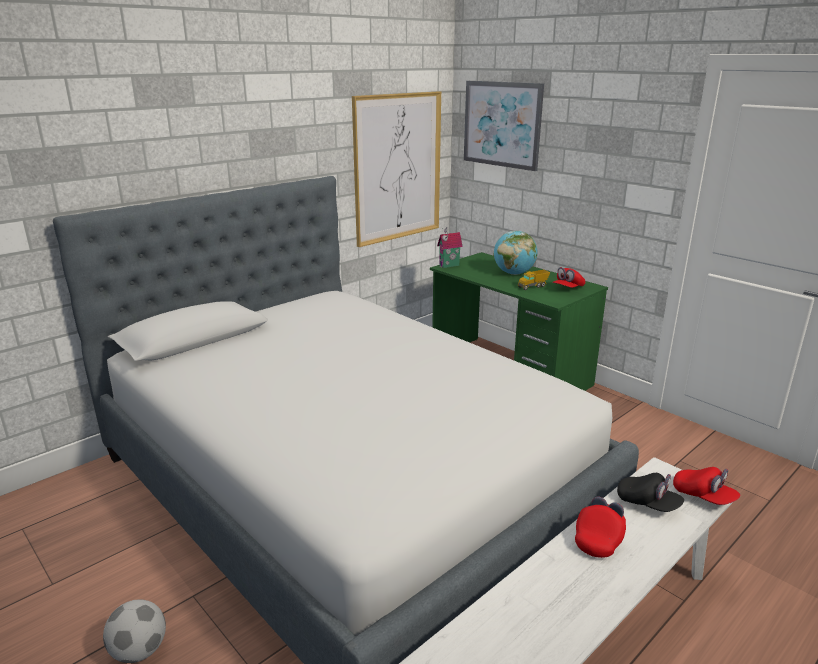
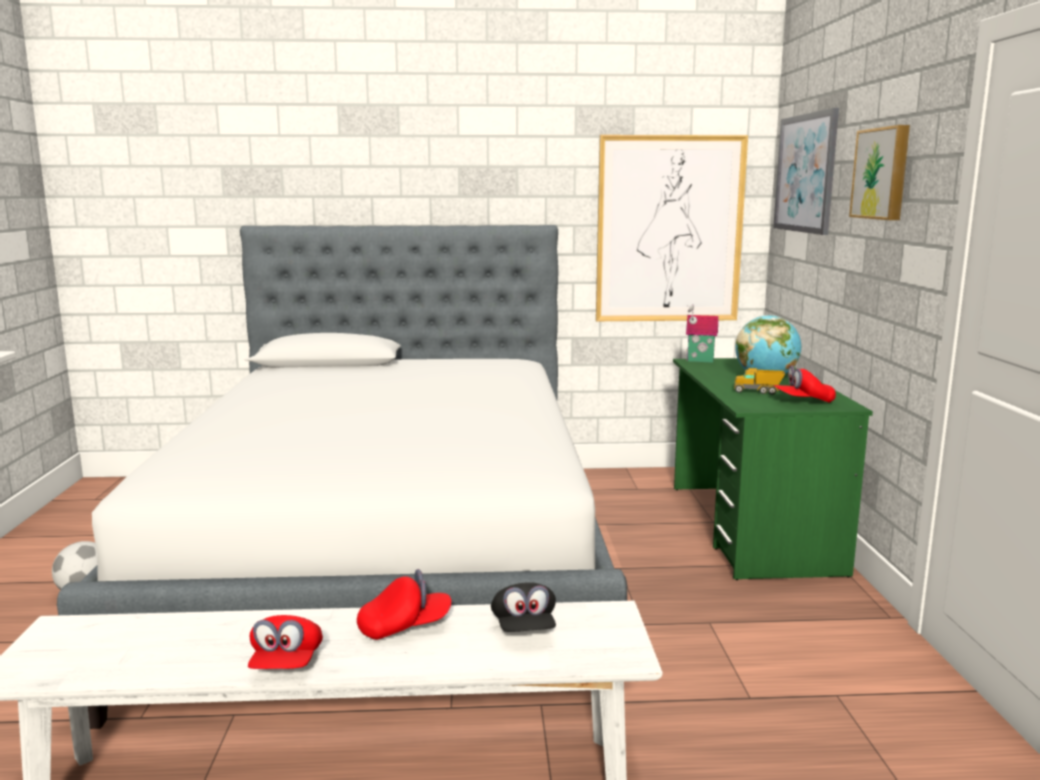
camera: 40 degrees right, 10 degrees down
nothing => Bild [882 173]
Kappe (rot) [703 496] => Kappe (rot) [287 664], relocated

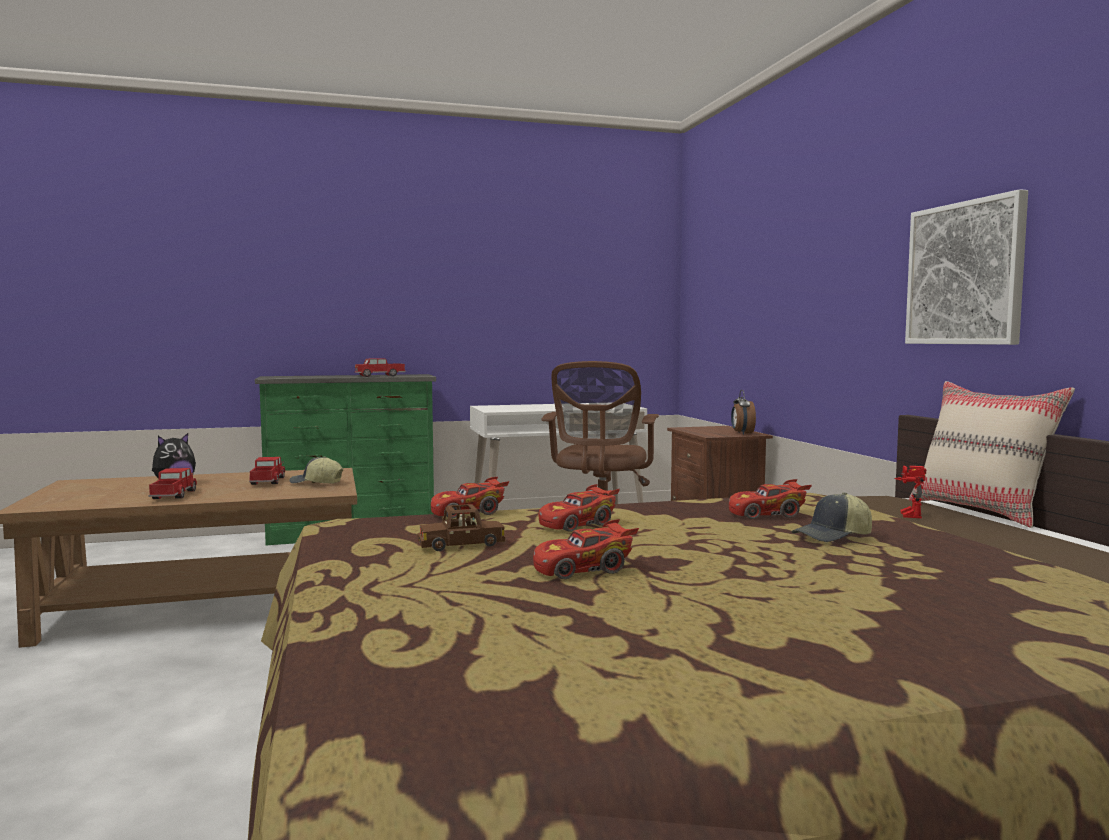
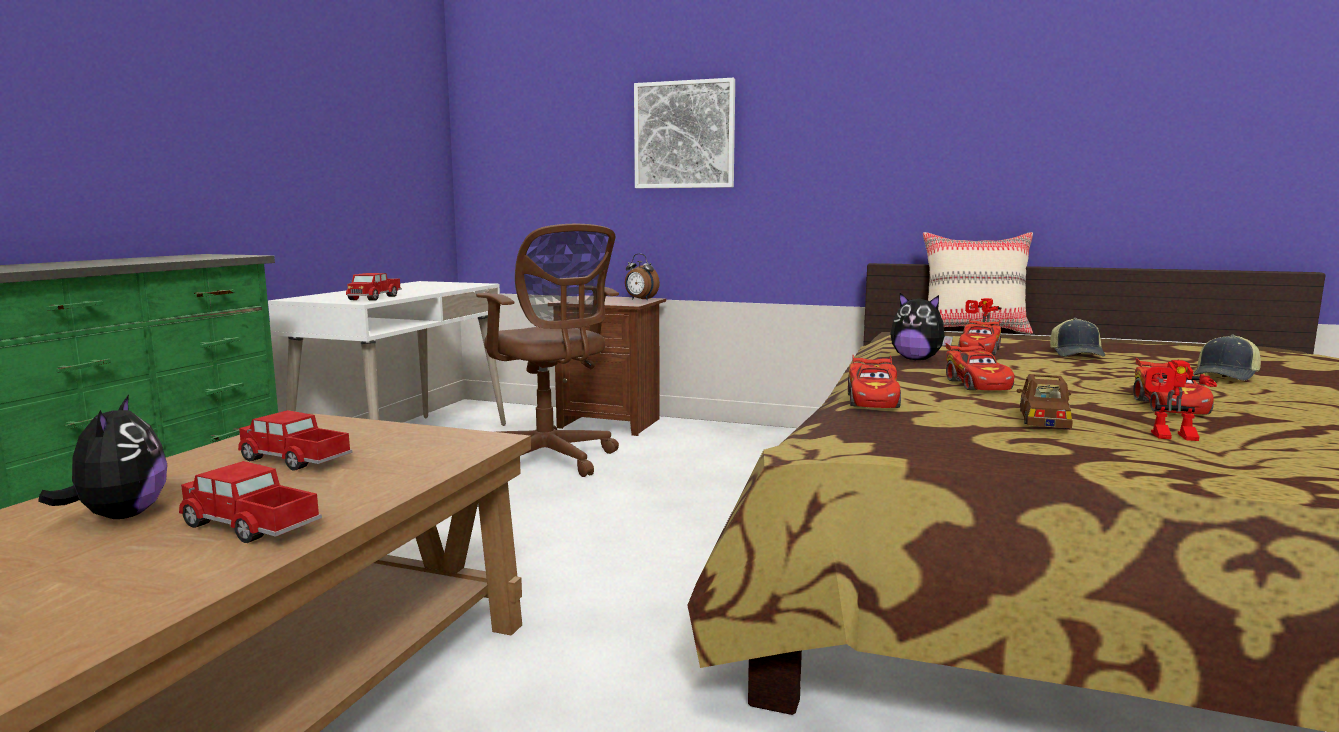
camera: 55 degrees left, 5 degrees up
nothing => Plüschtier [917 359]
nothing => Spielzeugroboter [1172 437]
Kappe [316 483] => Kappe [1226 376], relocated
Spielzeuglaster [380 376] => Spielzeuglaster [375 298], relocated
Bild [965 273] => Bild [684 135], relocated

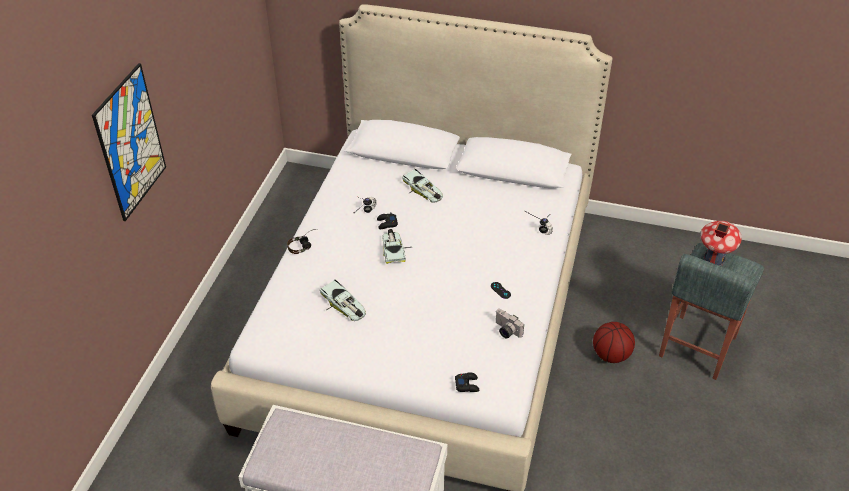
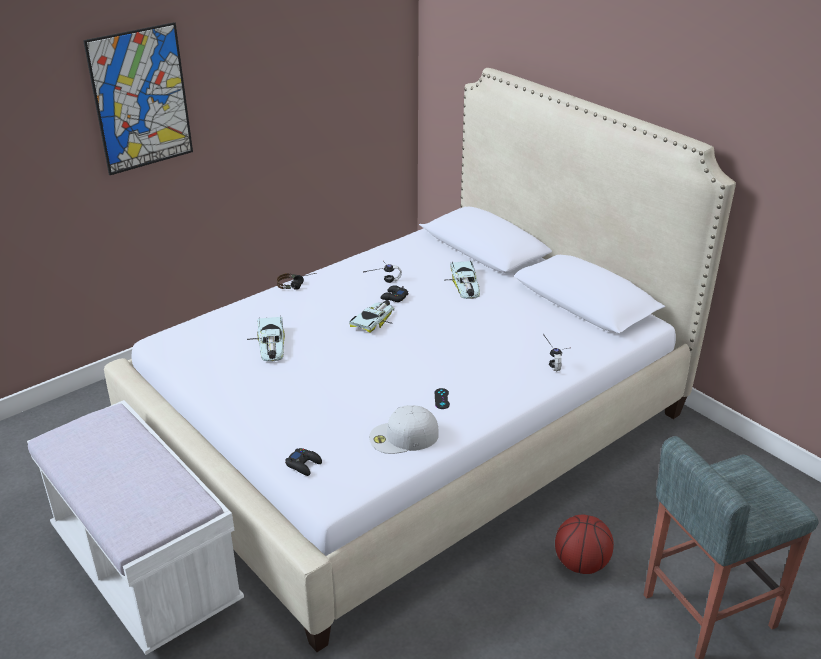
camera: 35 degrees right, 10 degrees down
Spielzeughaus [713 260] => nothing
Kamera [506 331] => Kappe (weiß) [403 437]

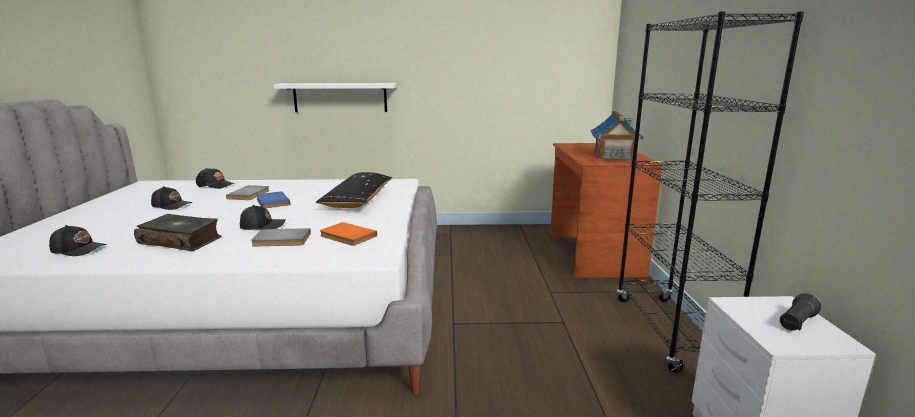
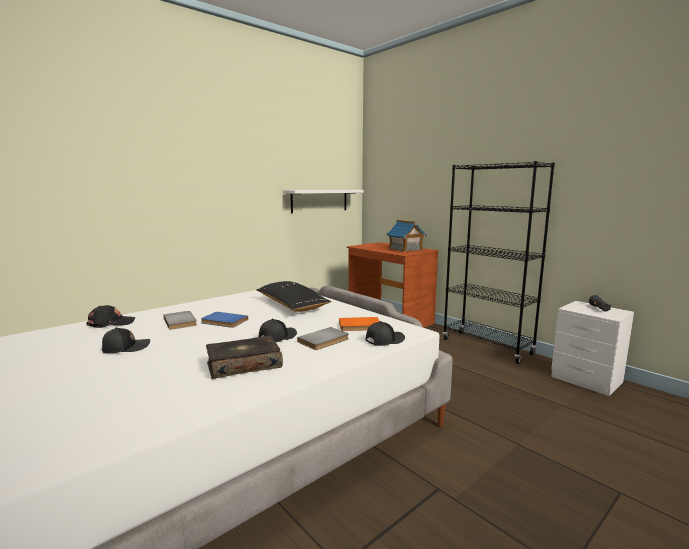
camera: 40 degrees left, 5 degrees down
Kappe (schwarz) [79 249] => Kappe (schwarz) [384 340], relocated
Wandregal (weiß) [340 97] => Wandregal (weiß) [319 200], relocated

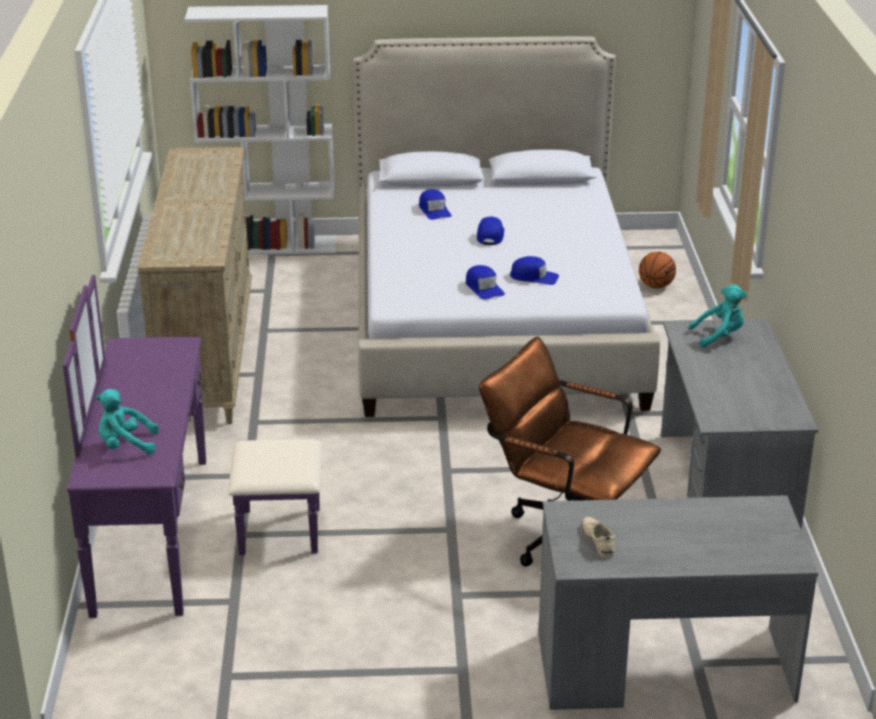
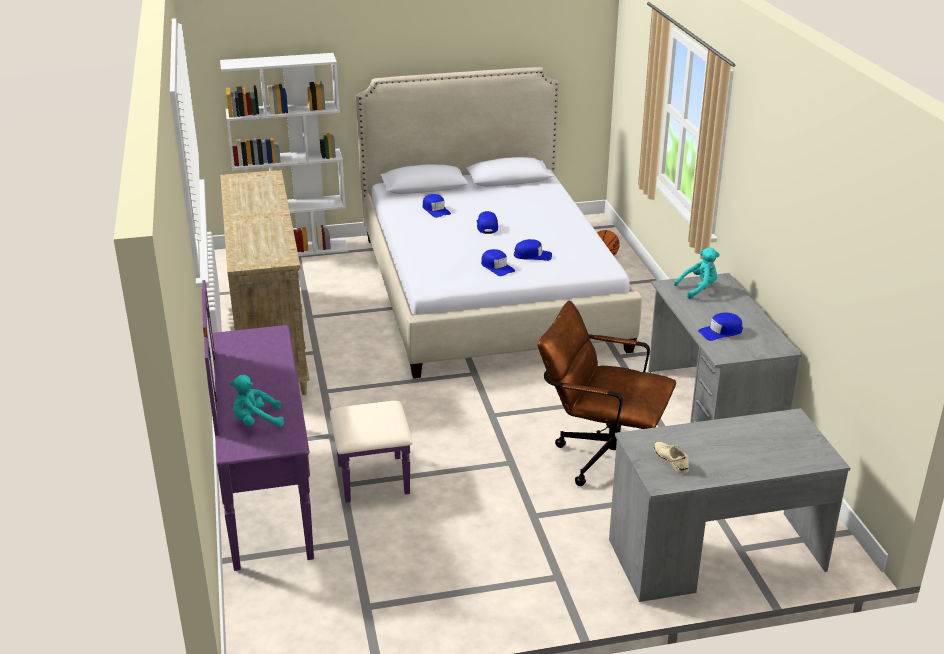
camera: 10 degrees left, 0 degrees up
nothing => Kappe (blau) [720 332]

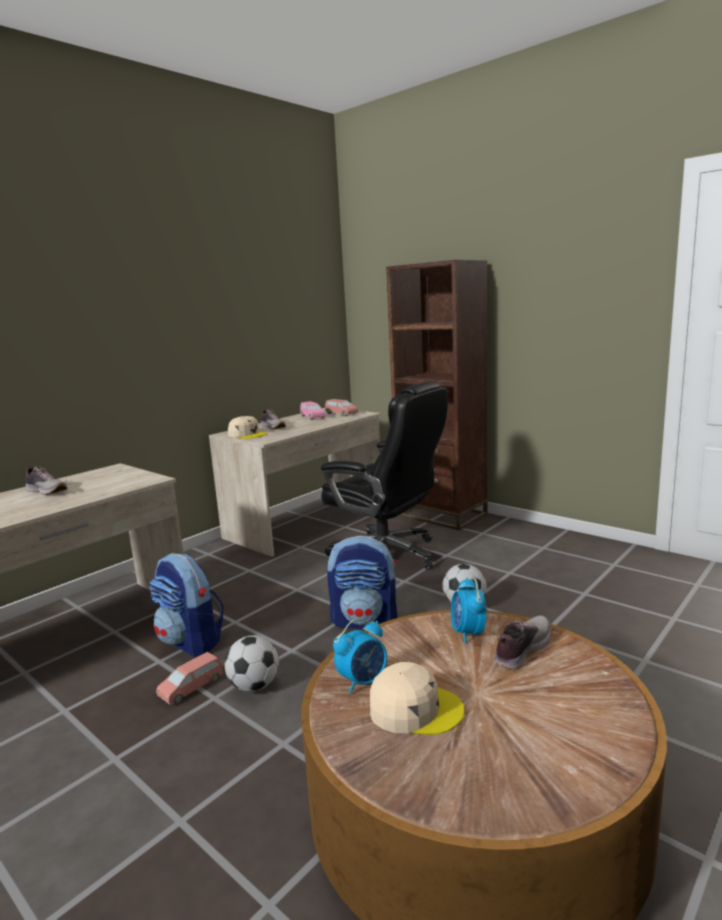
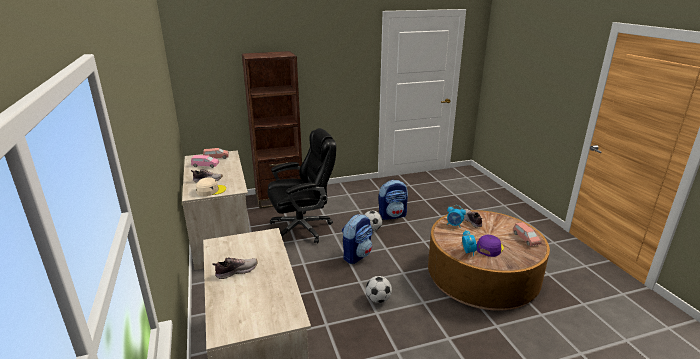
camera: 60 degrees left, 10 degrees up
Rucksack [191 641] => Rucksack [392 215], relocated
Spielzeugauto (rosa) [191 688] => Spielzeugauto (rosa) [526 239], relocated
Kappe (beige) [414 709] => Kappe (lila) [489 248]

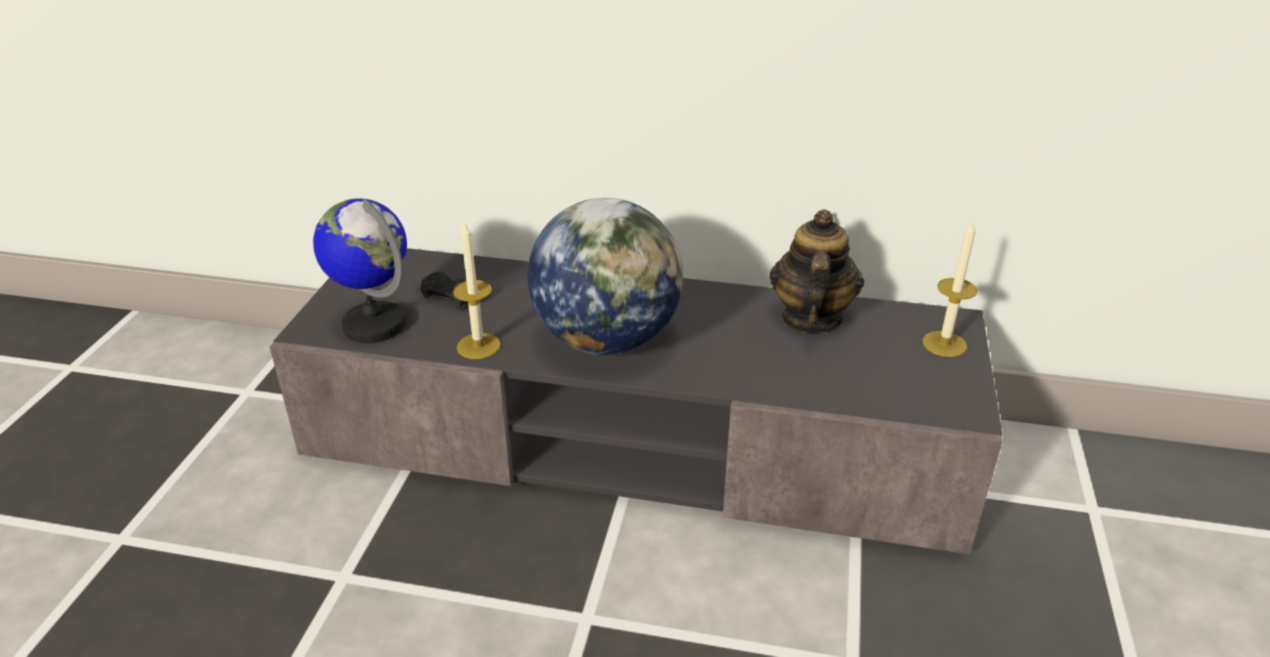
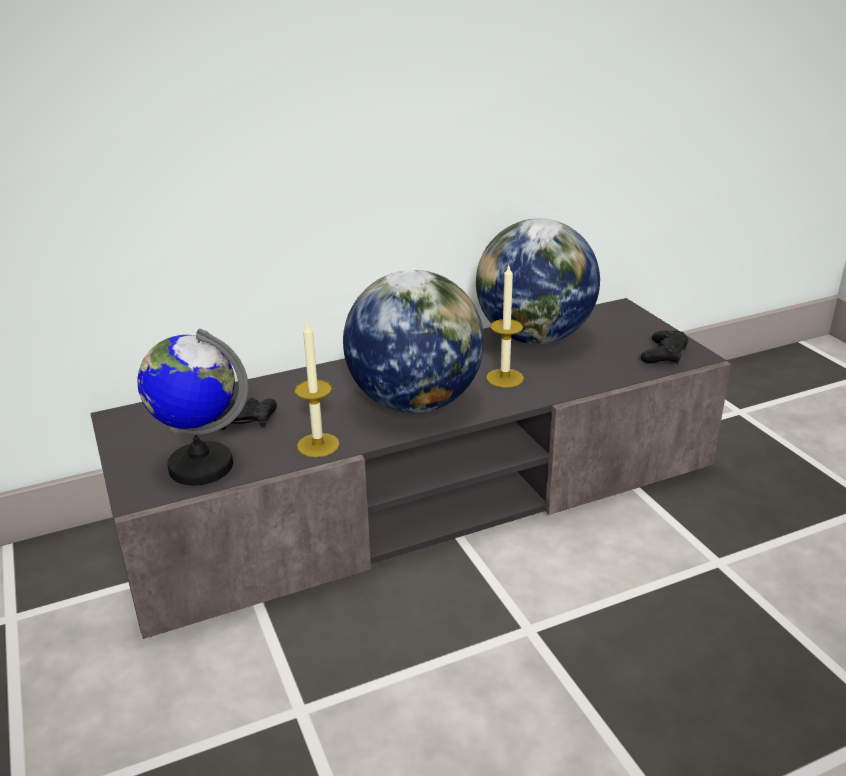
camera: 35 degrees left, 5 degrees down
nothing => Gamepad (schwarz) [664 354]
Kerze [944 344] => Kerze [505 378], relocated
Teekanne [810 318] => Globus [534 338]

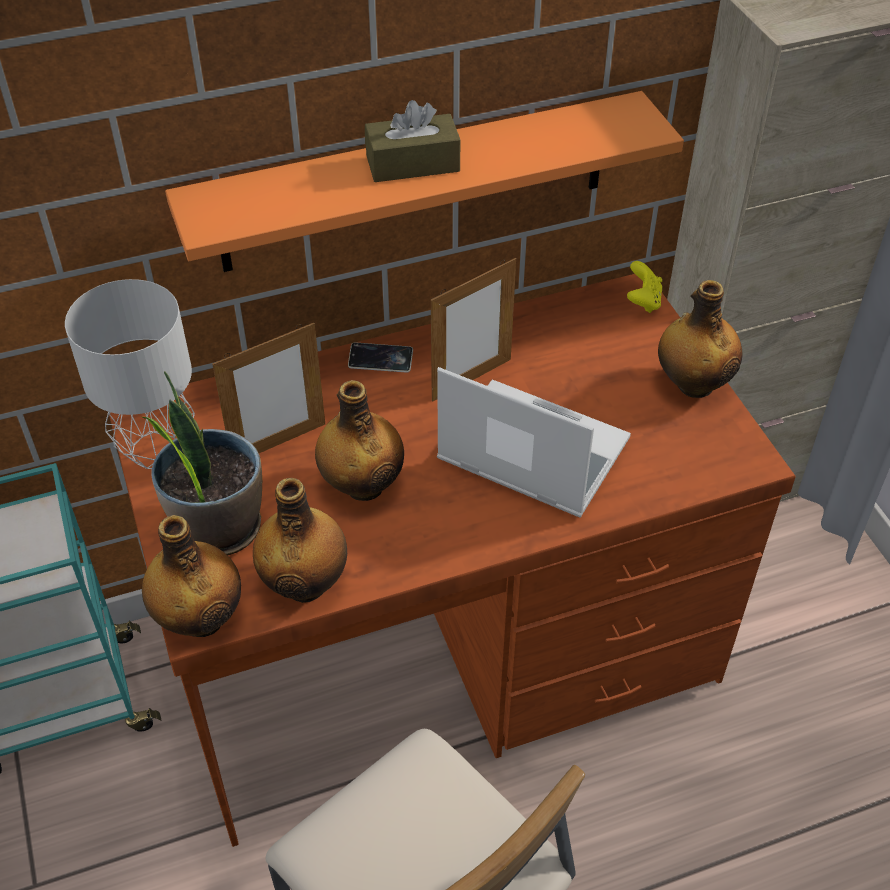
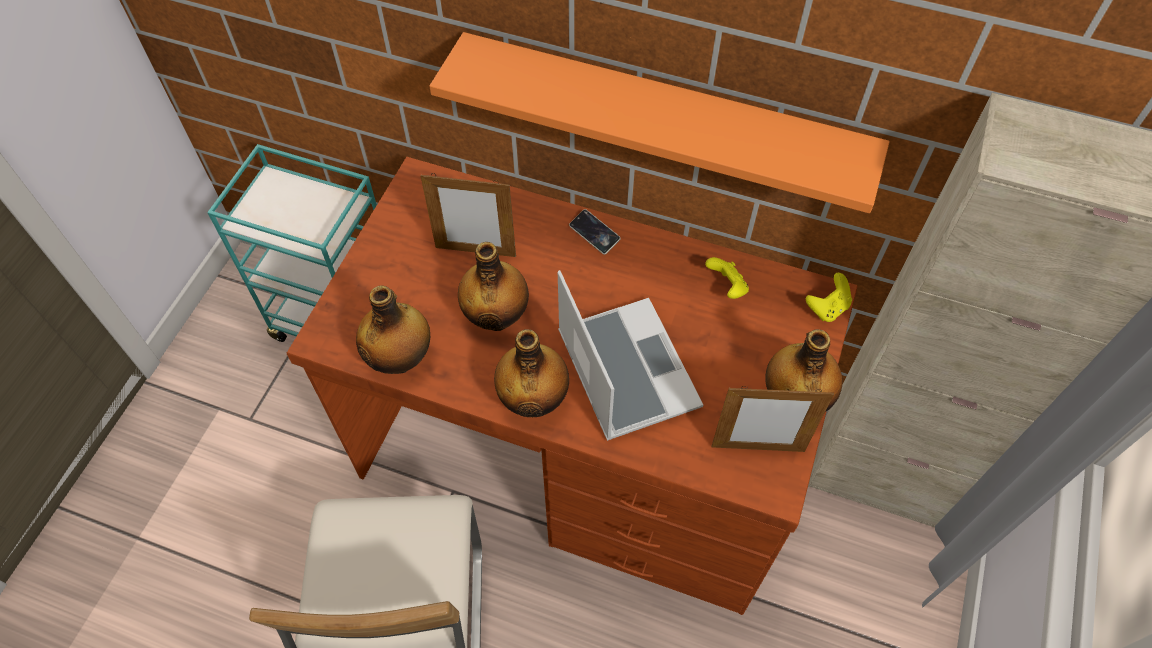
camera: 40 degrees right, 10 degrees up
Tischlampe (grau) [159 450] => nothing
Topfpflanze [218 526] => nothing
Taschentuchbox (braun) [412 164] => nothing
nothing => Gamepad (gelb) [727 287]
Flasche [200 618] => Flasche [534 399], relocated
Bilderrahmen [471 379] => Bilderrahmen [758 448], relocated

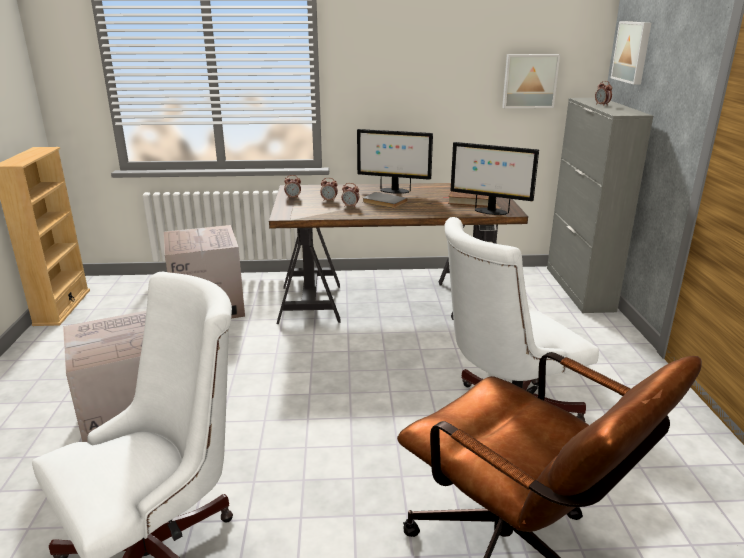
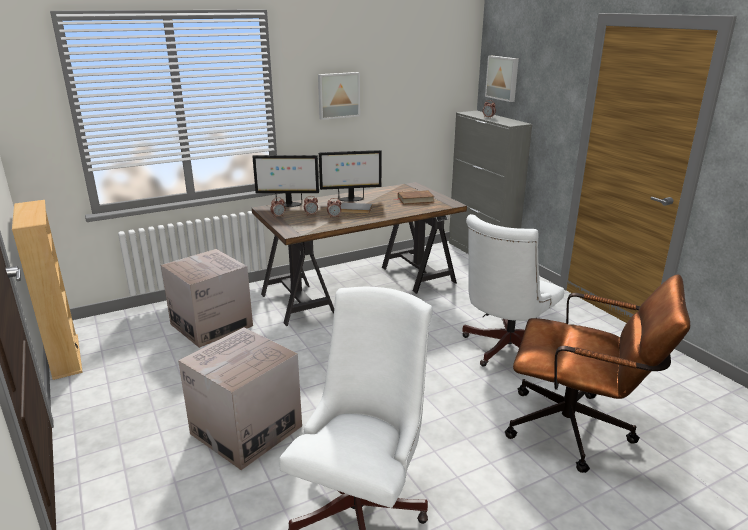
camera: 25 degrees left, 0 degrees up
Monitor [490 211] => Monitor [288 204], relocated
Bild [529 81] => Bild [338 95], relocated

